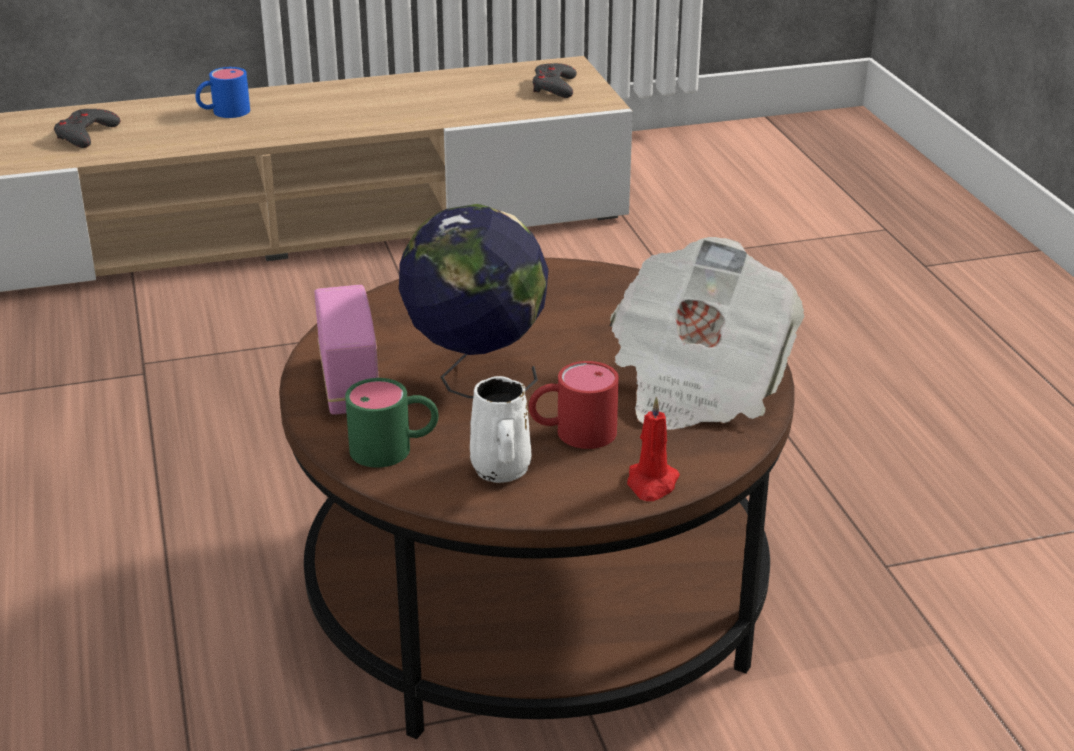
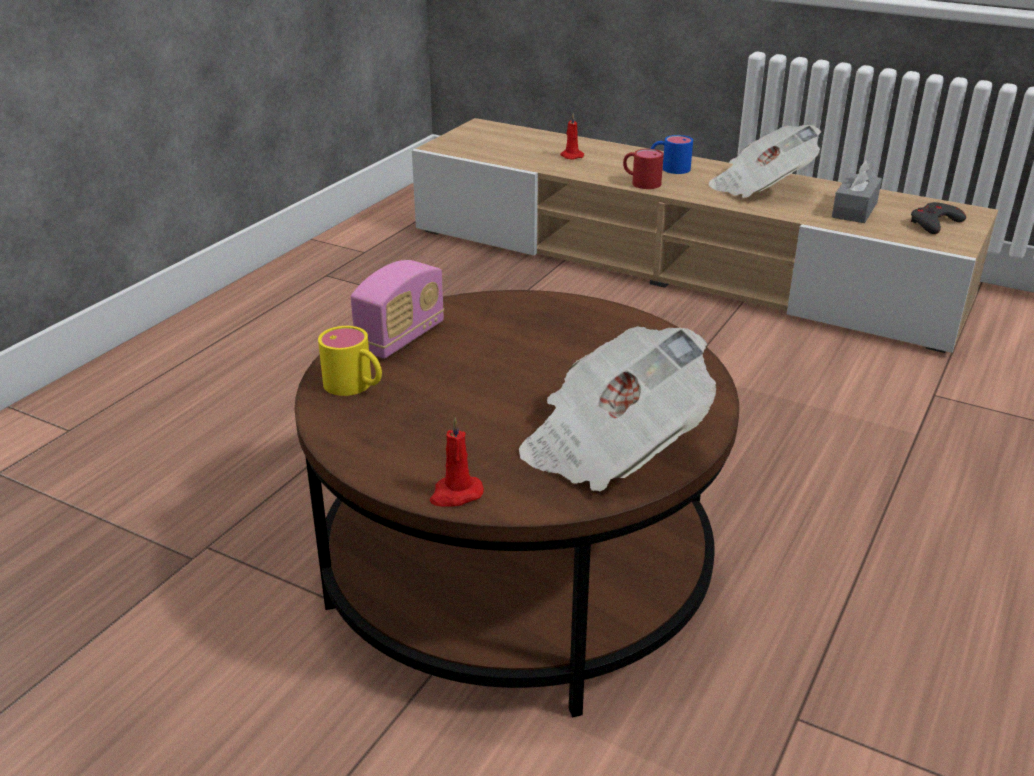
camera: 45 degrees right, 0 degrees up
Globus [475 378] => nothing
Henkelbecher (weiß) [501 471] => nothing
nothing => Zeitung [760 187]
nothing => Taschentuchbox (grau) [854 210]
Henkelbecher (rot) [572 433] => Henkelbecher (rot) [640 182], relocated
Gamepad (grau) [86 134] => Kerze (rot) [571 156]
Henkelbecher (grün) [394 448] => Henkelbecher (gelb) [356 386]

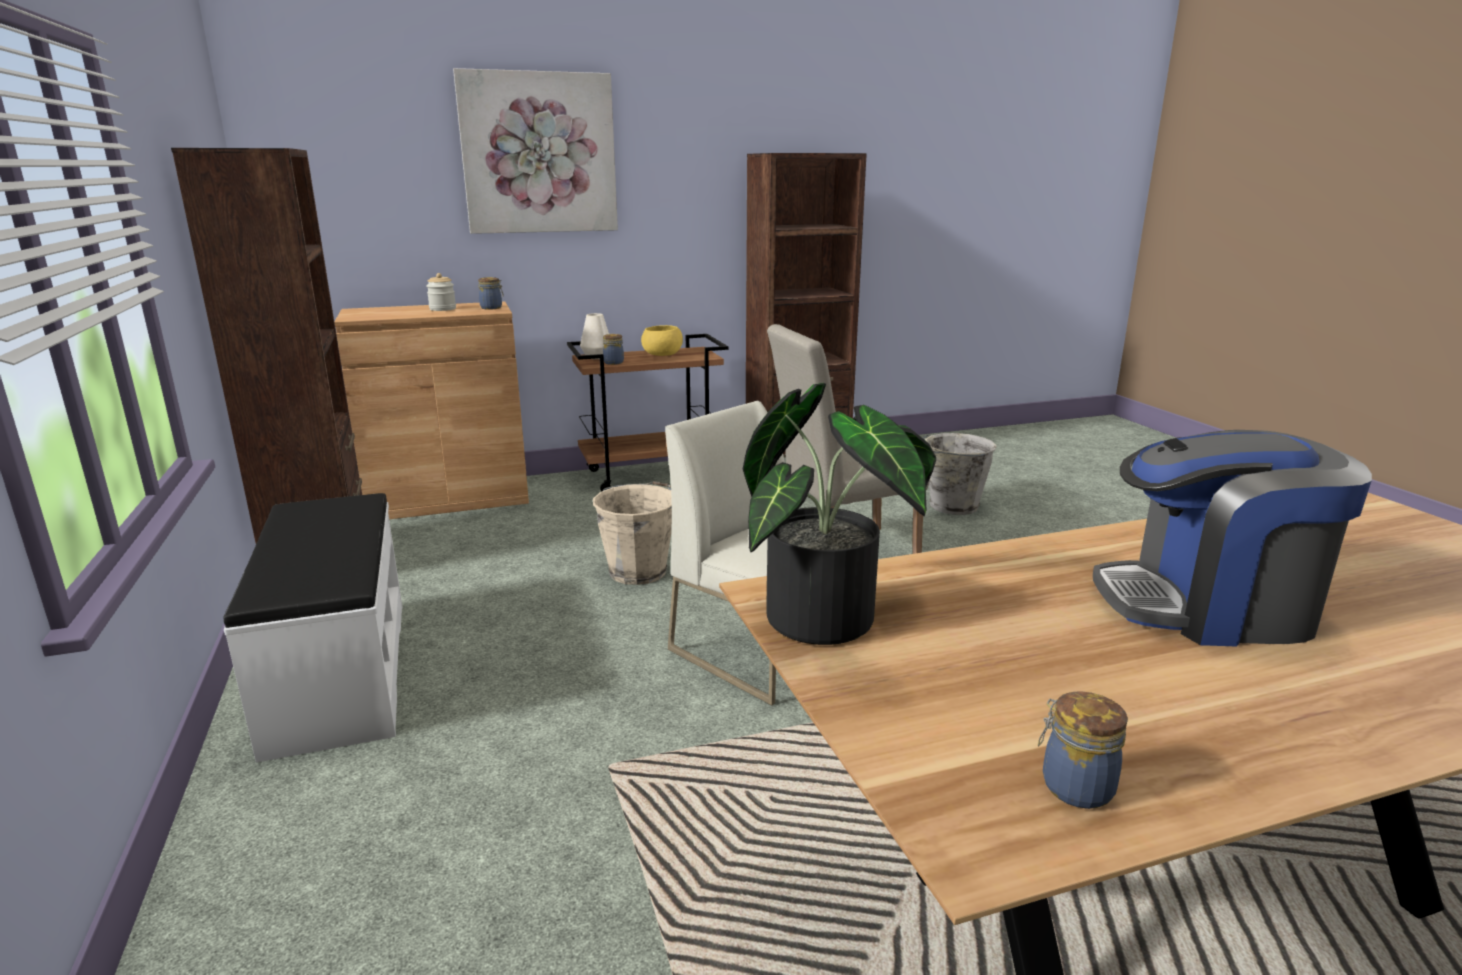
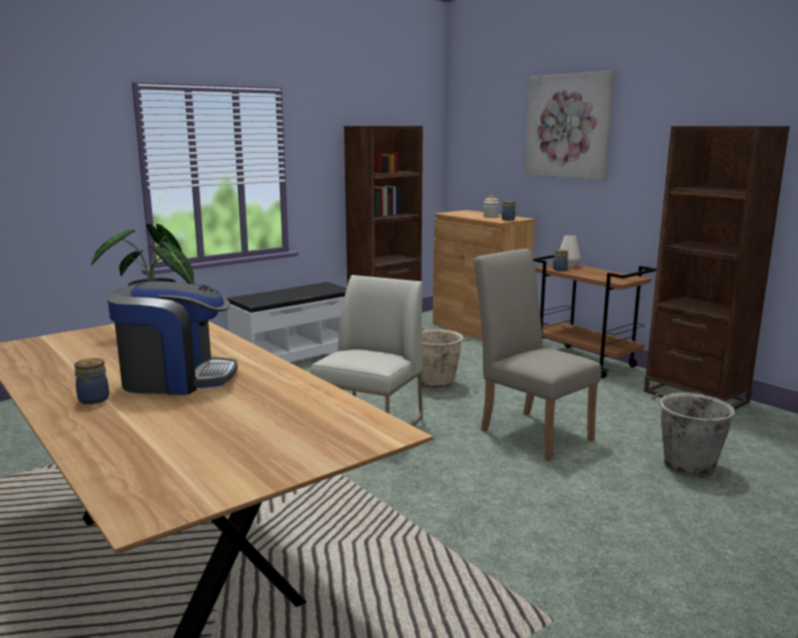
camera: 70 degrees right, 5 degrees down
Schüssel (gelb) [662 354] => nothing
Vorratsglas [1073 786] => Vorratsglas [95 399], relocated
Kaffeemaschine [1208 607] => Kaffeemaschine [176 379], 105 degrees clockwise

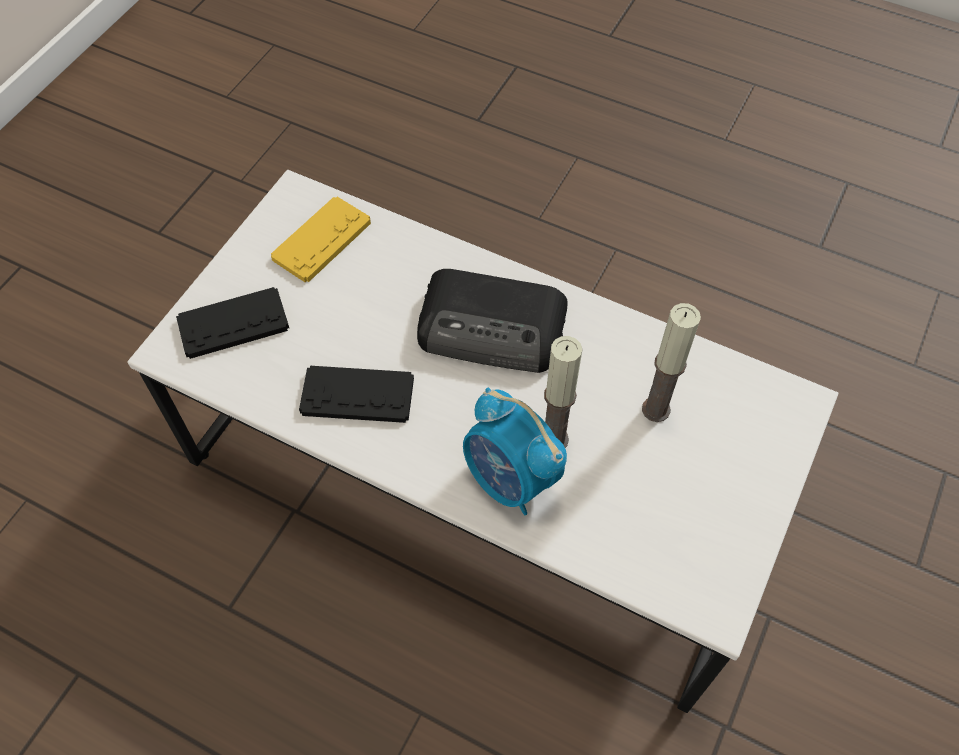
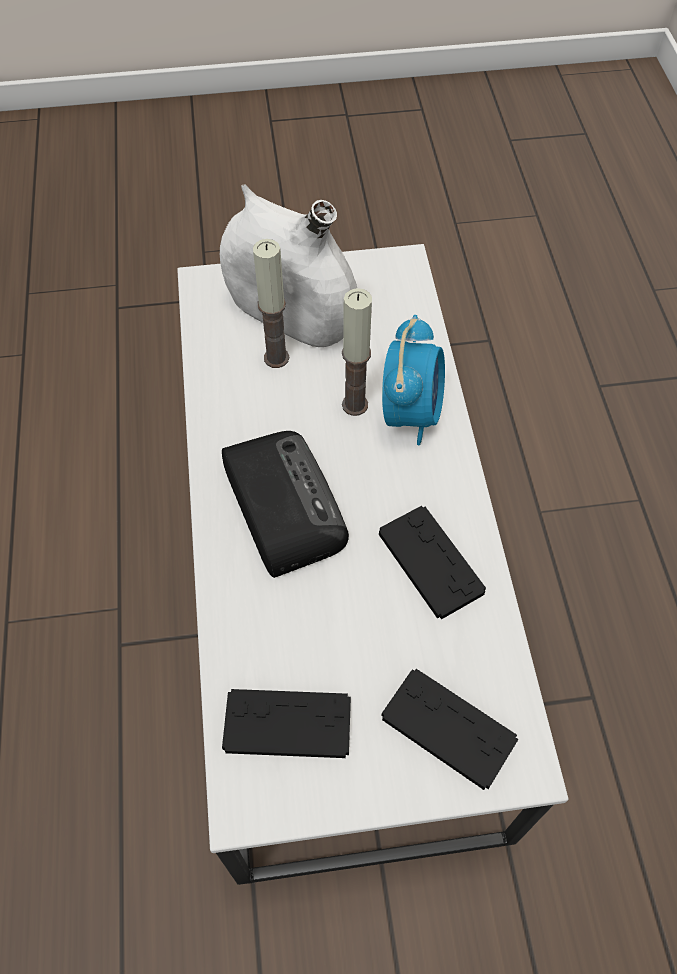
camera: 125 degrees left, 0 degrees up
nothing => Vase (weiß) [290 315]
Gamepad (gelb) [322 240] => Gamepad (schwarz) [287 724]

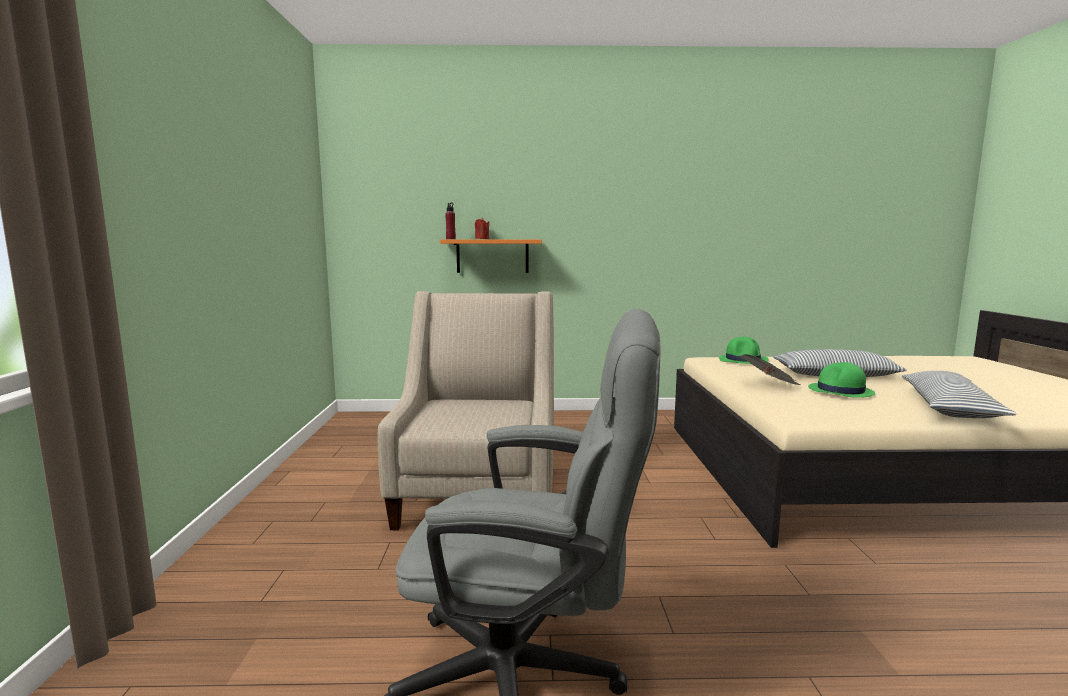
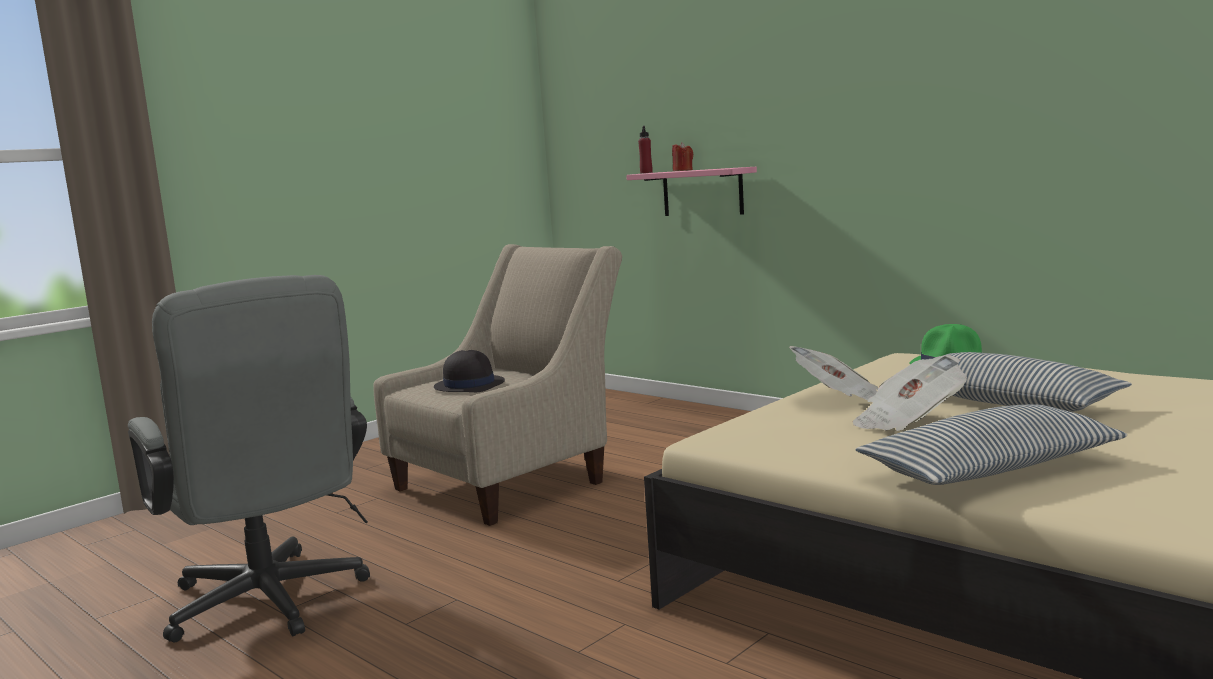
camera: 45 degrees right, 0 degrees up
nothing => Hut (schwarz) [469 385]
Hut (grün) [840 391] => Zeitung [908 422]
Wandregal (orange) [492 256] => Wandregal (rosa) [702 192]

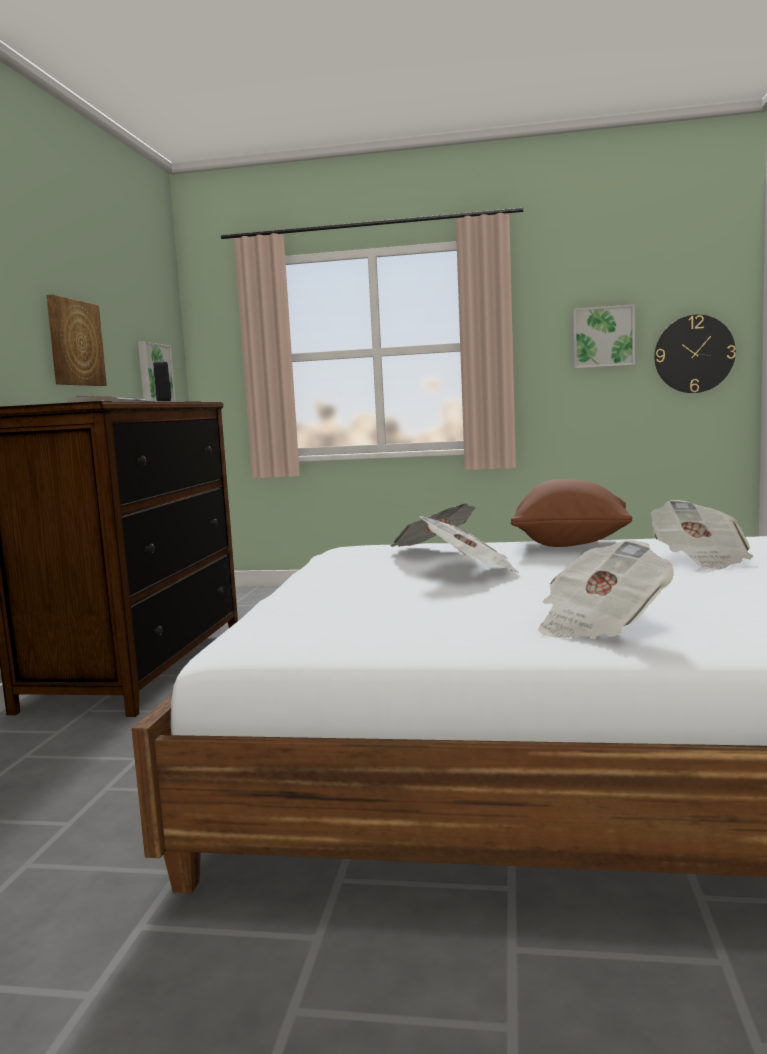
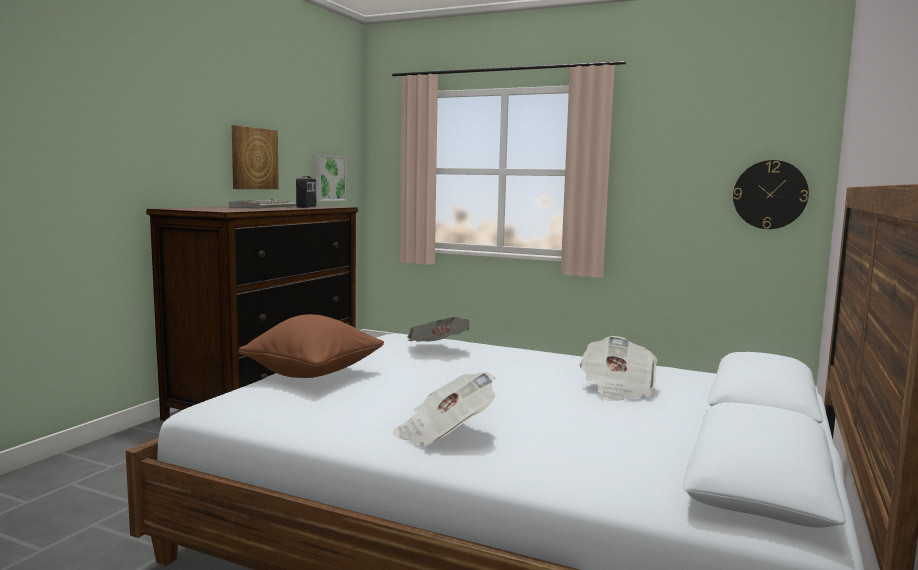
camera: 15 degrees right, 0 degrees up
Zeitung [471 570] => nothing
Bild [603 337] => nothing
Kissen (braun) [571 544] => Kissen (braun) [313 375], relocated

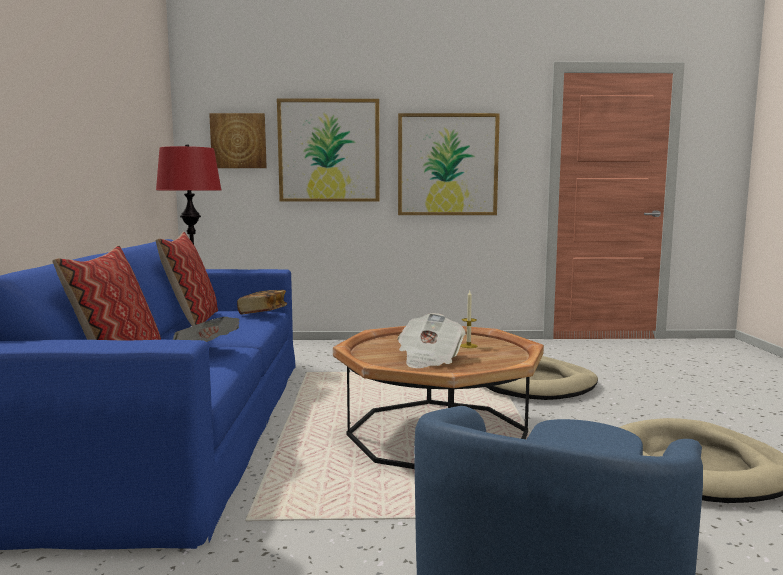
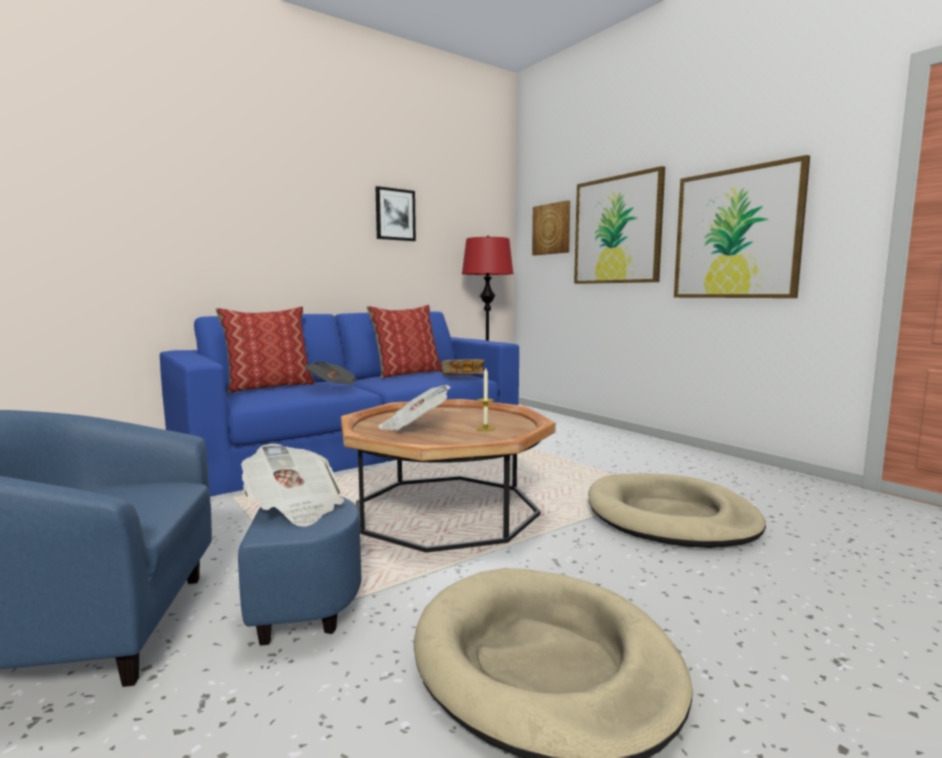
camera: 55 degrees right, 0 degrees up
nothing => Zeitung [294 508]
nothing => Bild [395 214]

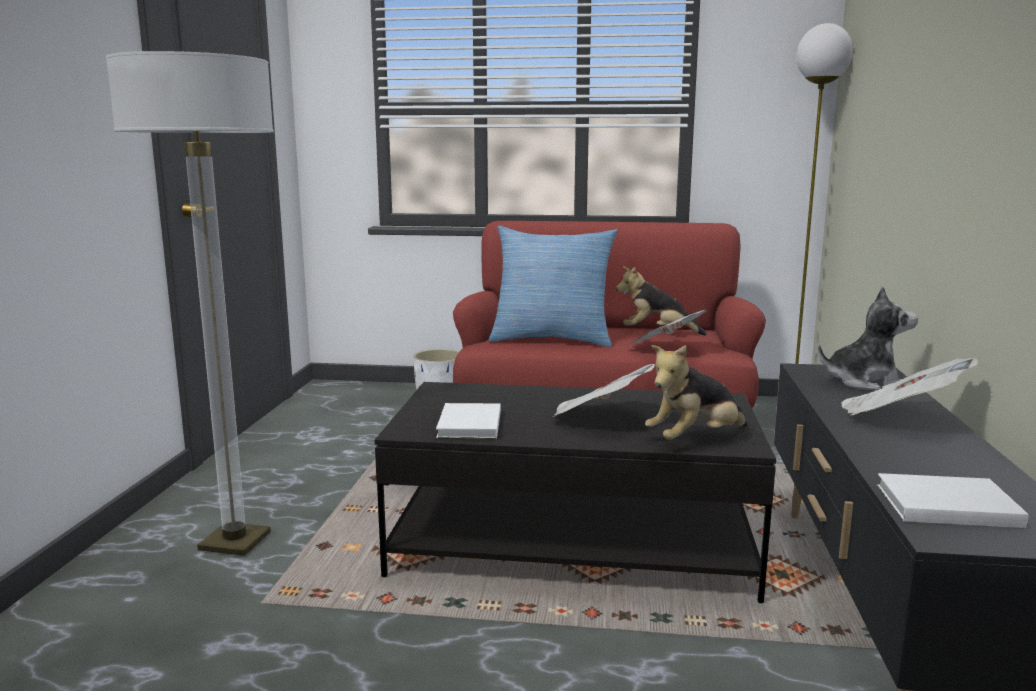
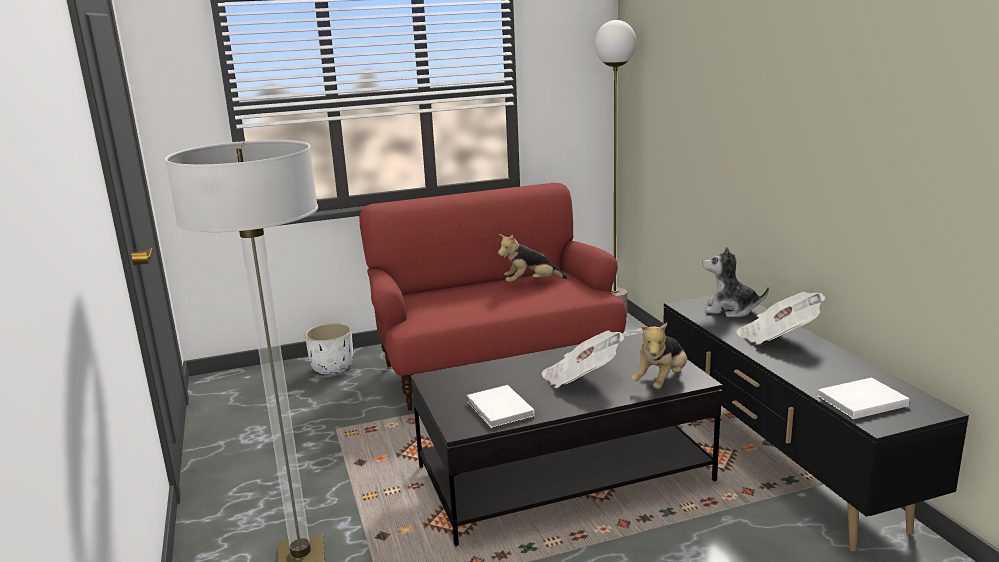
camera: 25 degrees left, 5 degrees up
Kissen [552 339] => nothing
Zeitung [665 348] => nothing
Plüschtier [864 382] => Plüschtier [730 310], 135 degrees counterclockwise

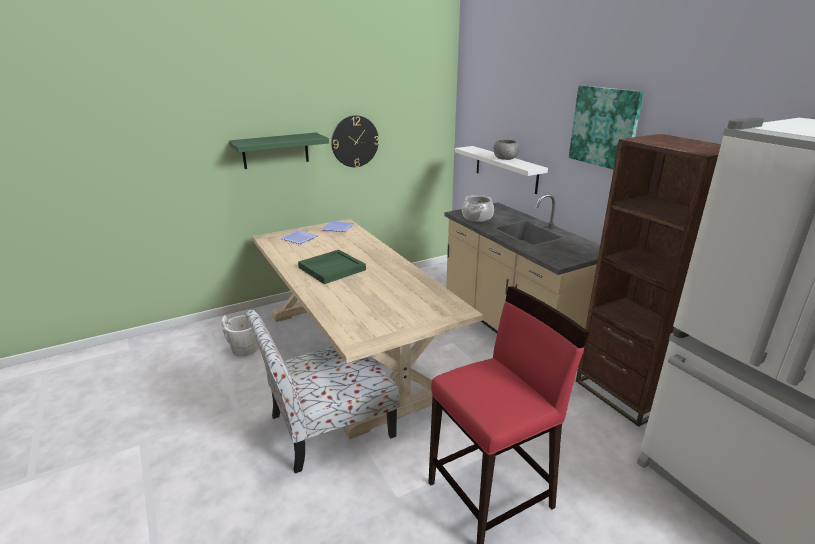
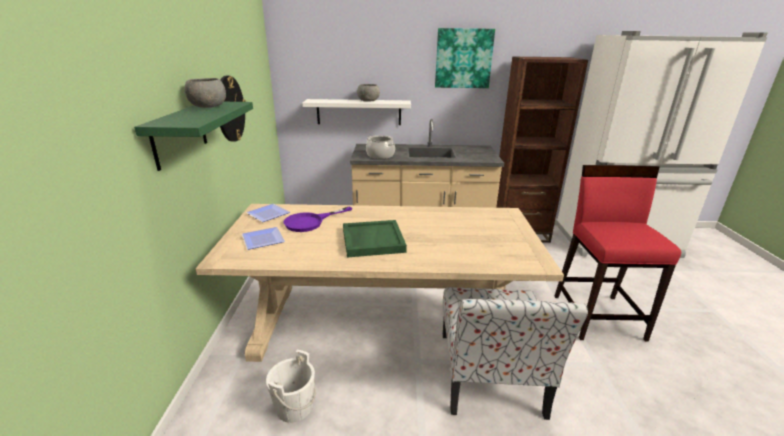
camera: 60 degrees left, 0 degrees up
nothing => Schüssel (grau) [208 106]
nothing => Pfanne (lila) [310 222]

